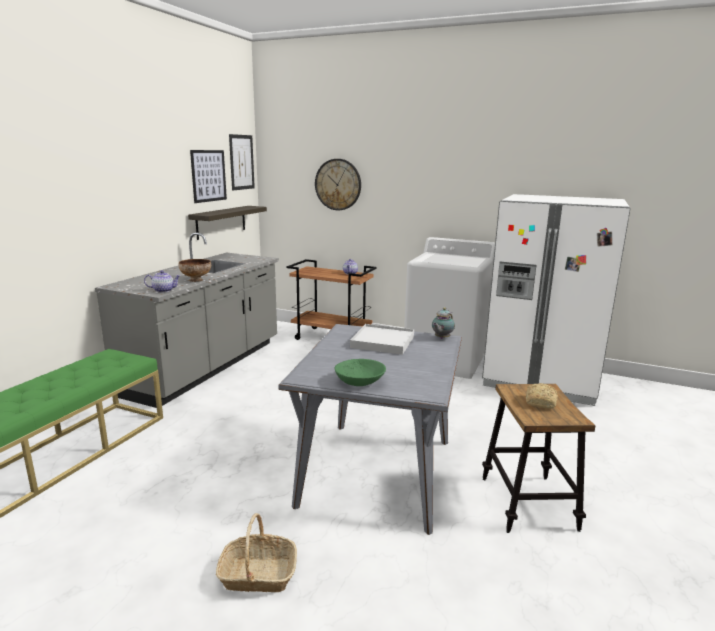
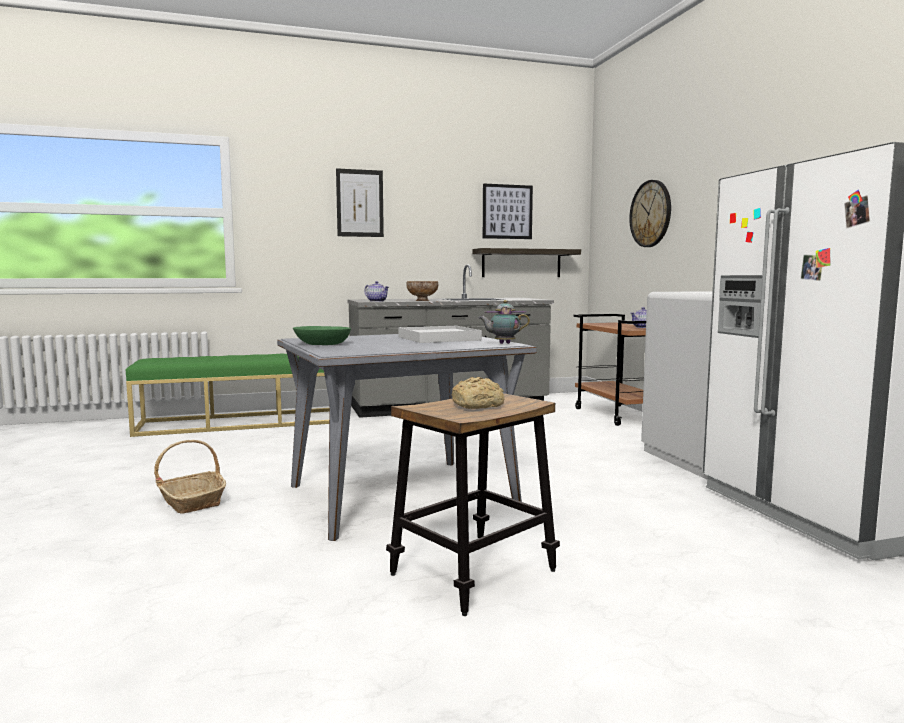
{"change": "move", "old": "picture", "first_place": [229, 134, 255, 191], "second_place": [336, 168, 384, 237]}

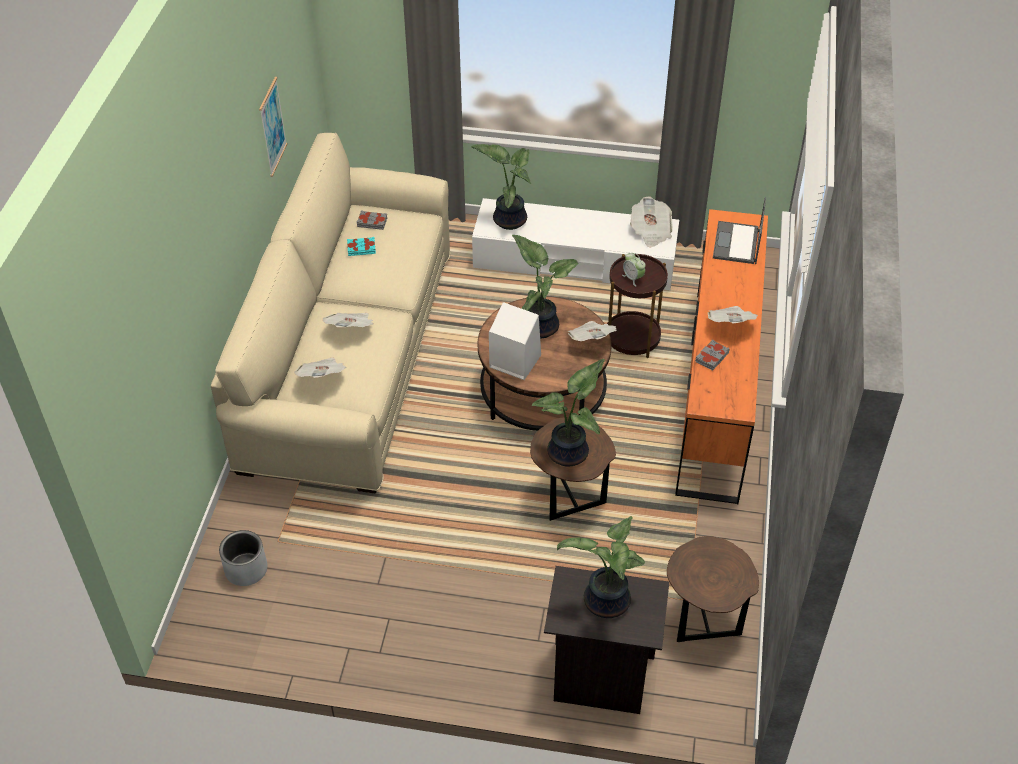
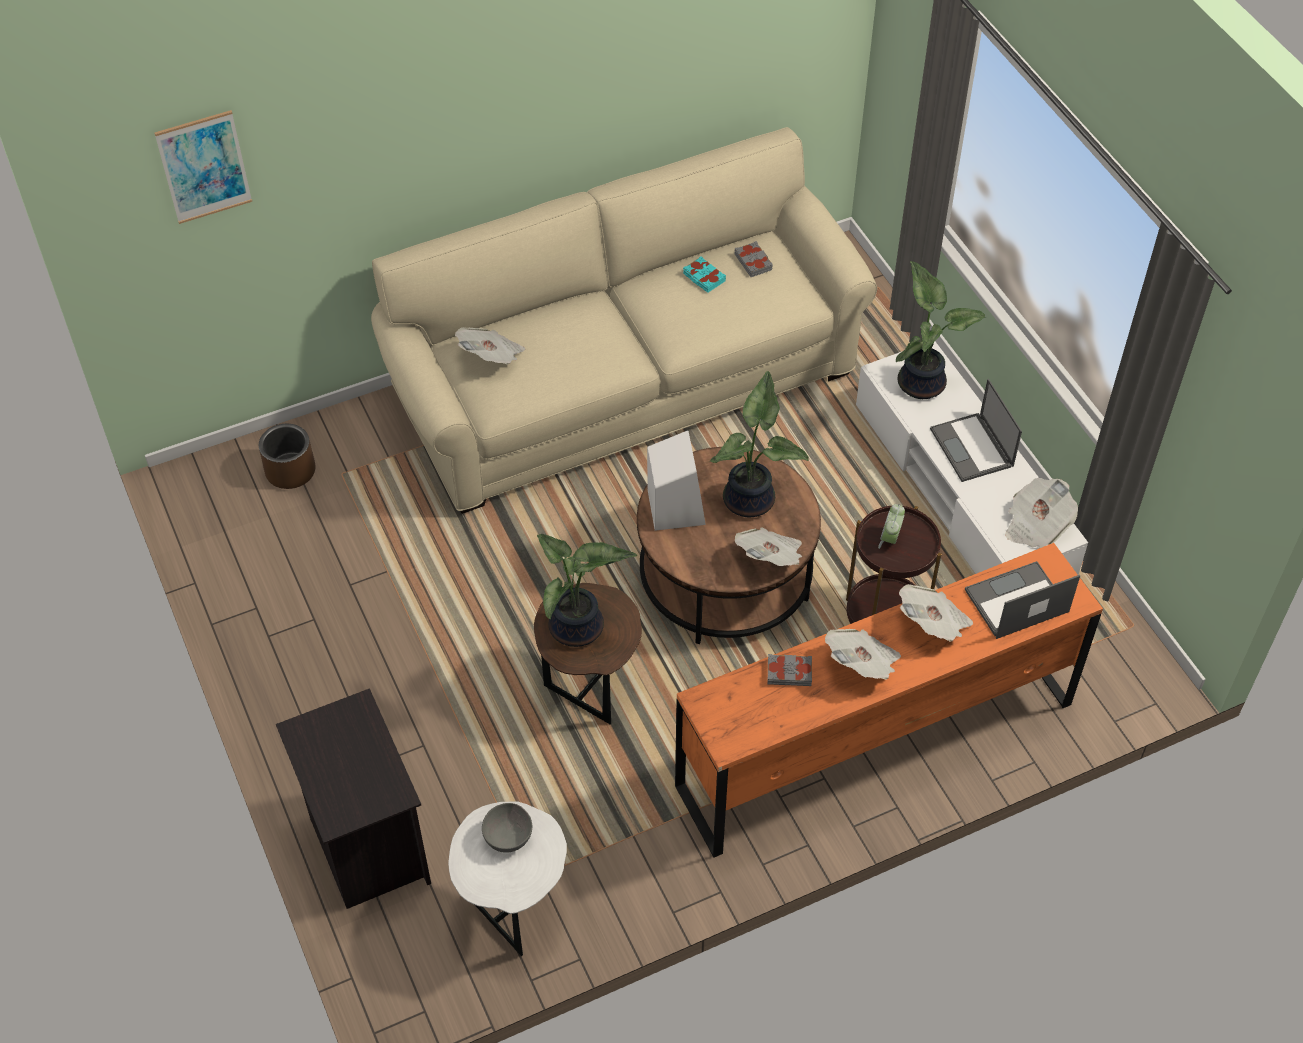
{"change": "delete", "old": "potted plant", "first_place": [557, 516, 645, 618]}
{"change": "insert", "new": "grey bowl", "second_place": [482, 803, 532, 853]}
{"change": "insert", "new": "laptop", "second_place": [930, 379, 1022, 482]}
{"change": "move", "old": "picture", "first_place": [259, 77, 287, 177], "second_place": [154, 110, 252, 224]}
{"change": "move", "old": "newspaper", "first_place": [323, 313, 373, 327], "second_place": [899, 584, 973, 641]}
{"change": "recolor", "old": "grey planter", "new": "brown planter", "first_place": [219, 530, 267, 586], "second_place": [259, 424, 315, 489]}
{"change": "recolor", "old": "brown side table", "new": "white side table", "first_place": [667, 536, 759, 642], "second_place": [448, 802, 567, 956]}

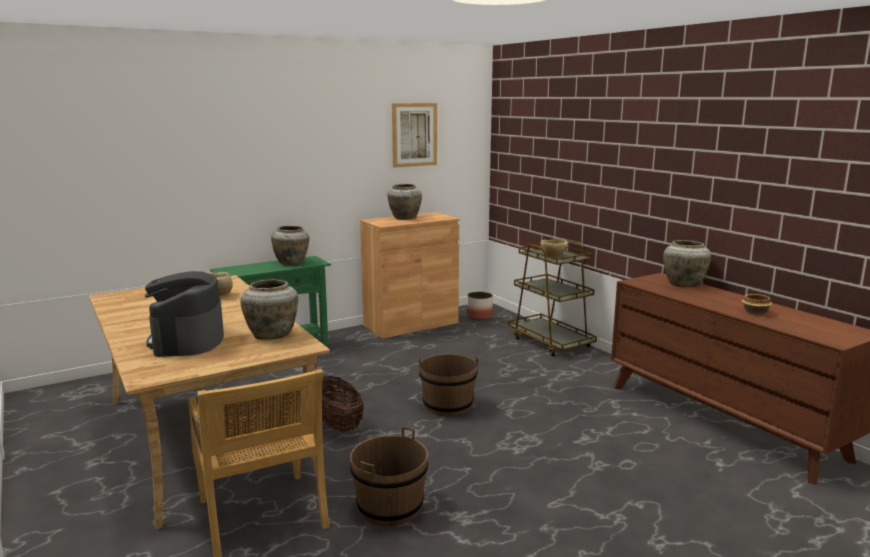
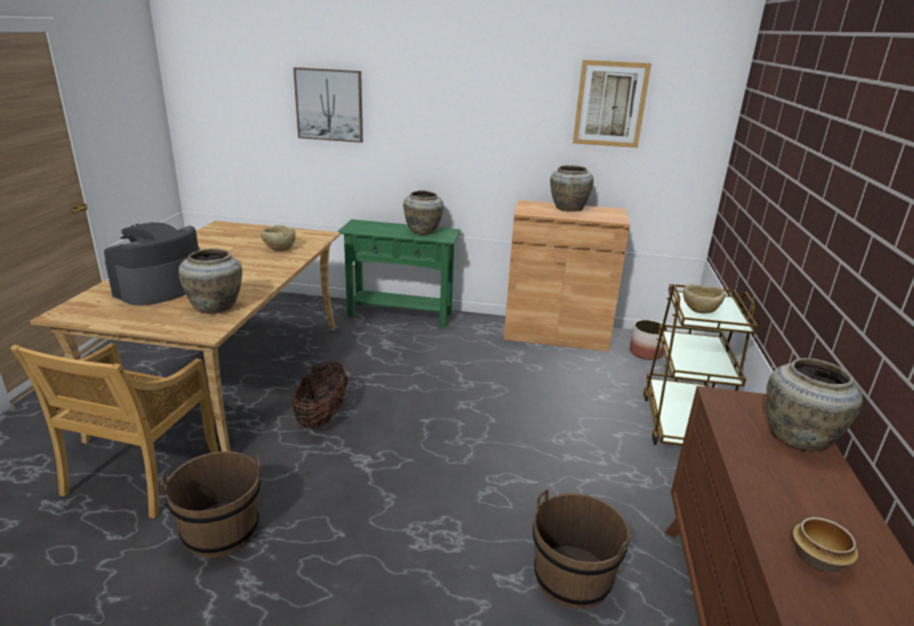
{"change": "insert", "new": "picture", "second_place": [293, 67, 363, 143]}
{"change": "move", "old": "brown bucket", "first_place": [418, 354, 479, 416], "second_place": [533, 489, 632, 609]}

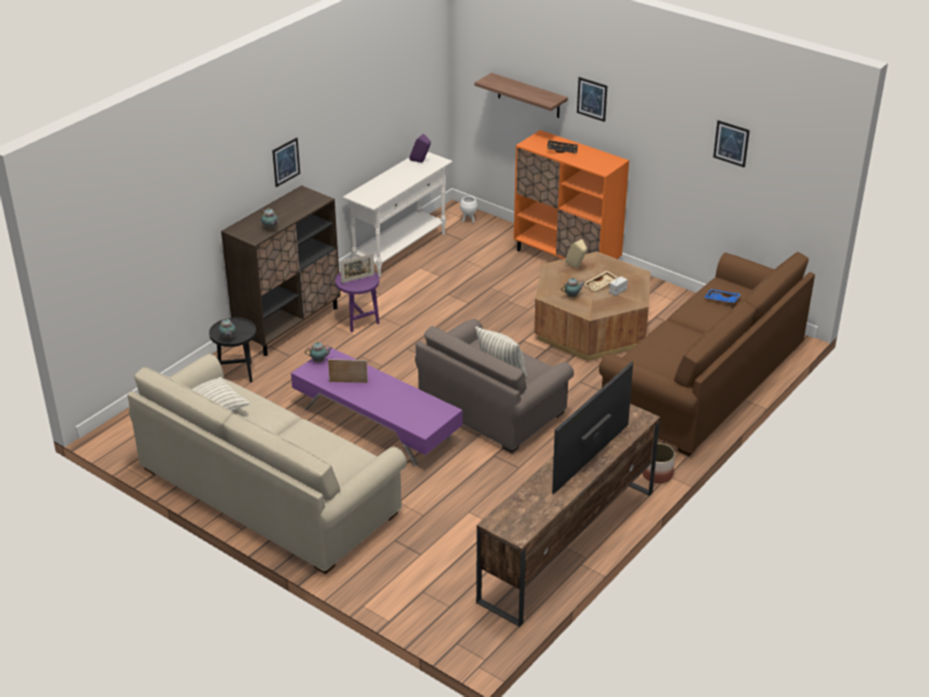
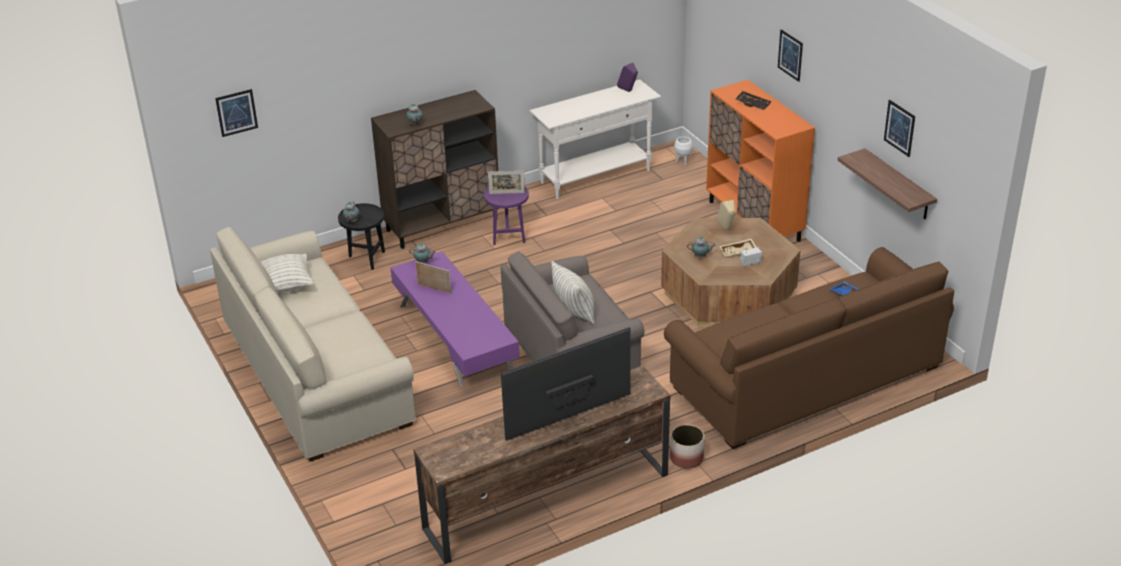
{"change": "move", "old": "picture", "first_place": [272, 137, 300, 187], "second_place": [215, 89, 258, 137]}
{"change": "move", "old": "shelf", "first_place": [474, 73, 568, 118], "second_place": [838, 148, 937, 219]}

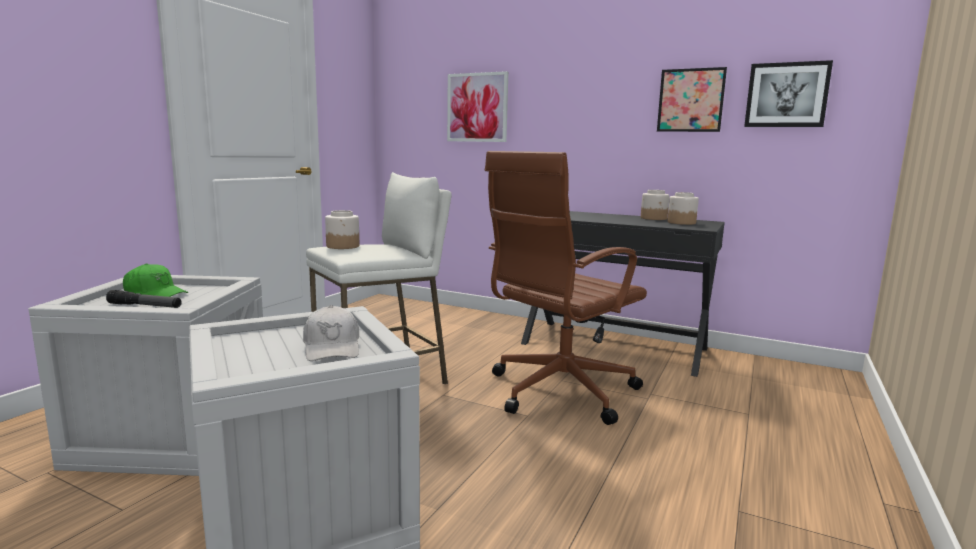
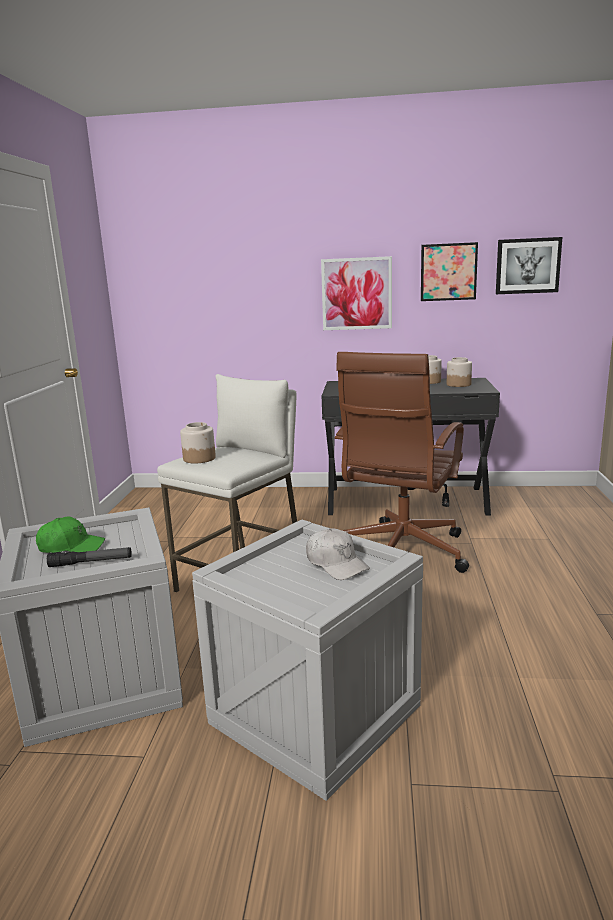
{"change": "move", "old": "picture", "first_place": [447, 71, 508, 142], "second_place": [321, 256, 392, 330]}

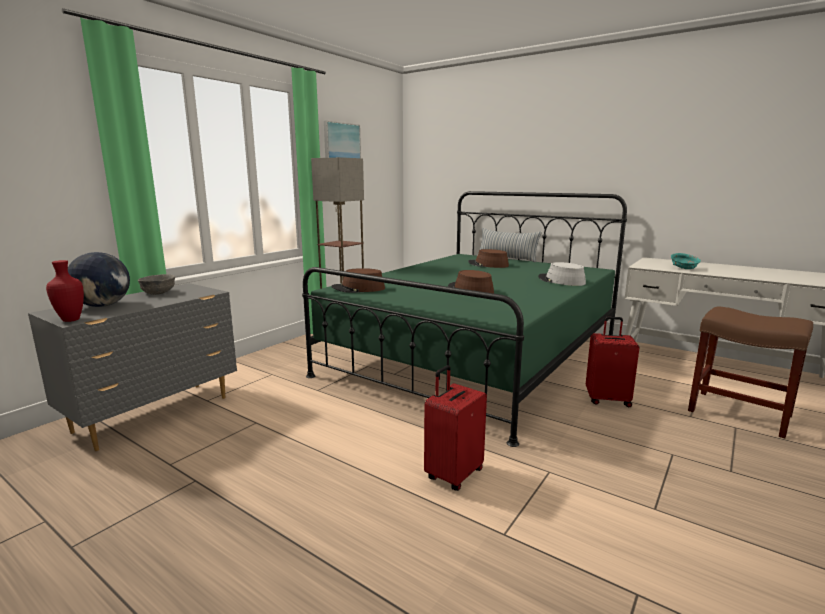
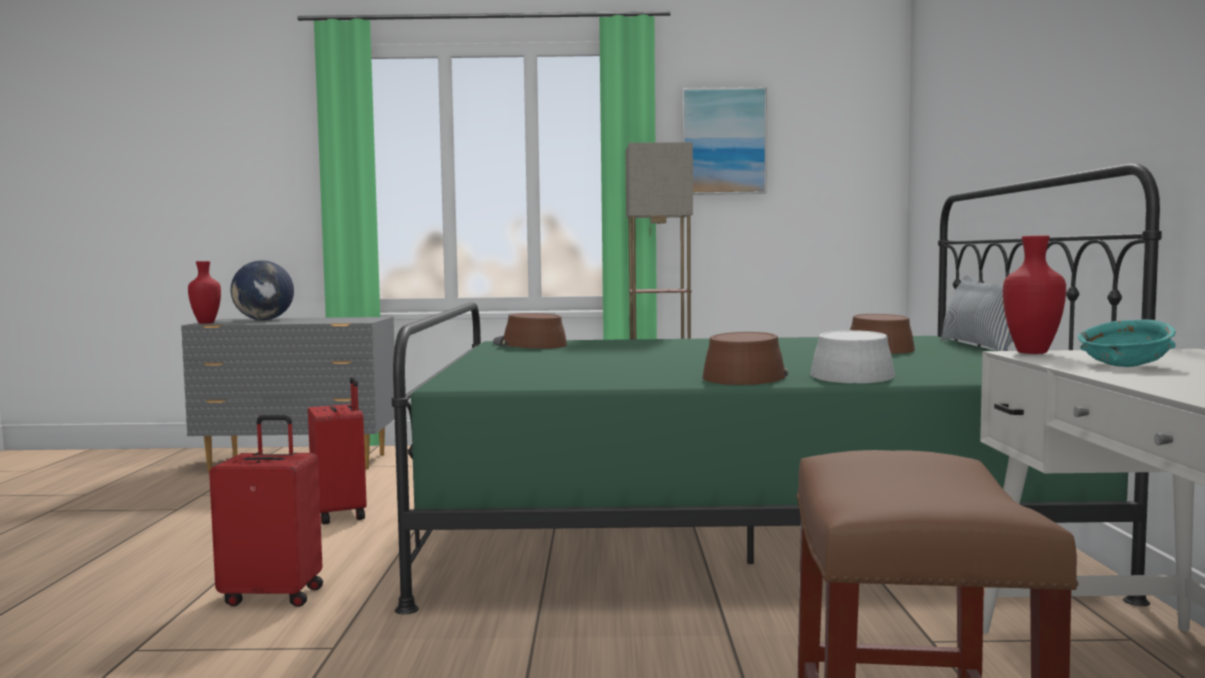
{"change": "delete", "old": "grey bowl", "first_place": [138, 274, 175, 295]}
{"change": "insert", "new": "red vase", "second_place": [1003, 235, 1066, 354]}
{"change": "move", "old": "brown hat", "first_place": [448, 270, 494, 294], "second_place": [703, 332, 788, 385]}
{"change": "move", "old": "red suitcase", "first_place": [586, 317, 639, 407], "second_place": [308, 377, 367, 524]}

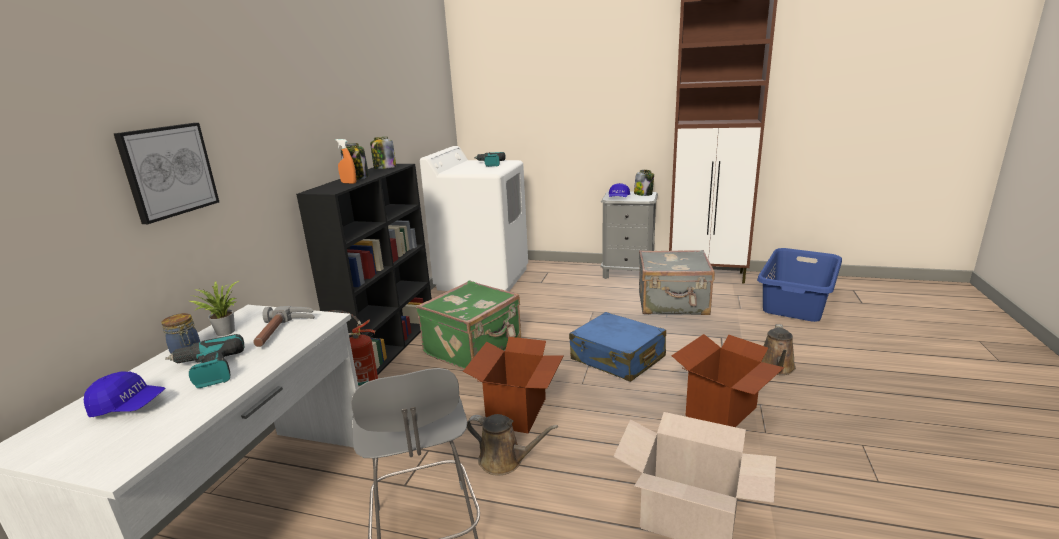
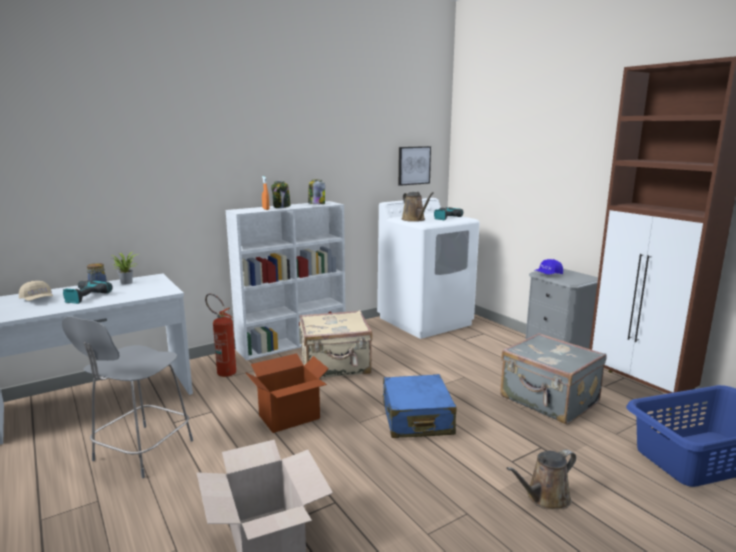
{"change": "delete", "old": "hammer", "first_place": [253, 306, 315, 347]}
{"change": "delete", "old": "jar", "first_place": [634, 170, 654, 196]}
{"change": "delete", "old": "cardboard box", "first_place": [672, 334, 784, 427]}
{"change": "move", "old": "picture", "first_place": [114, 123, 219, 224], "second_place": [398, 146, 431, 186]}
{"change": "move", "old": "brown watering can", "first_place": [467, 414, 558, 476], "second_place": [402, 192, 434, 222]}
{"change": "recolor", "old": "blue cap", "new": "beige cap", "first_place": [84, 372, 165, 417], "second_place": [19, 281, 53, 301]}
{"change": "recolor", "old": "black bookcase", "new": "white bookcase", "first_place": [296, 164, 432, 375], "second_place": [226, 201, 345, 361]}
{"change": "recolor", "old": "green suitcase", "new": "beige suitcase", "first_place": [416, 280, 521, 369], "second_place": [299, 310, 372, 378]}

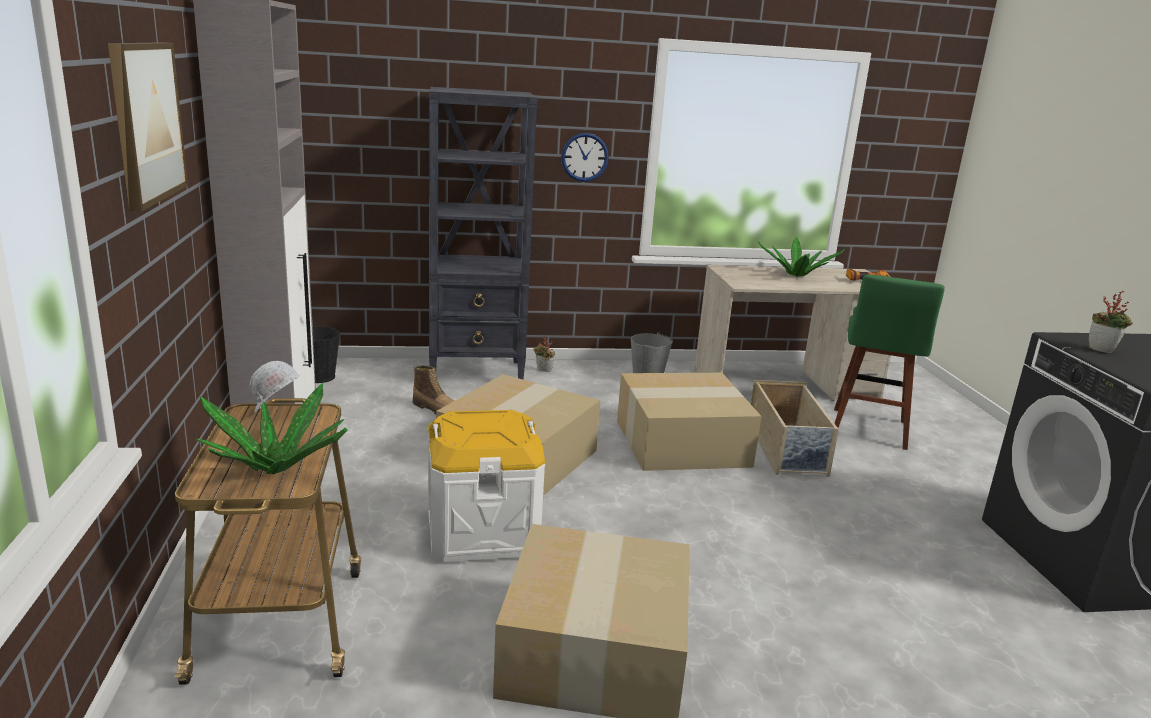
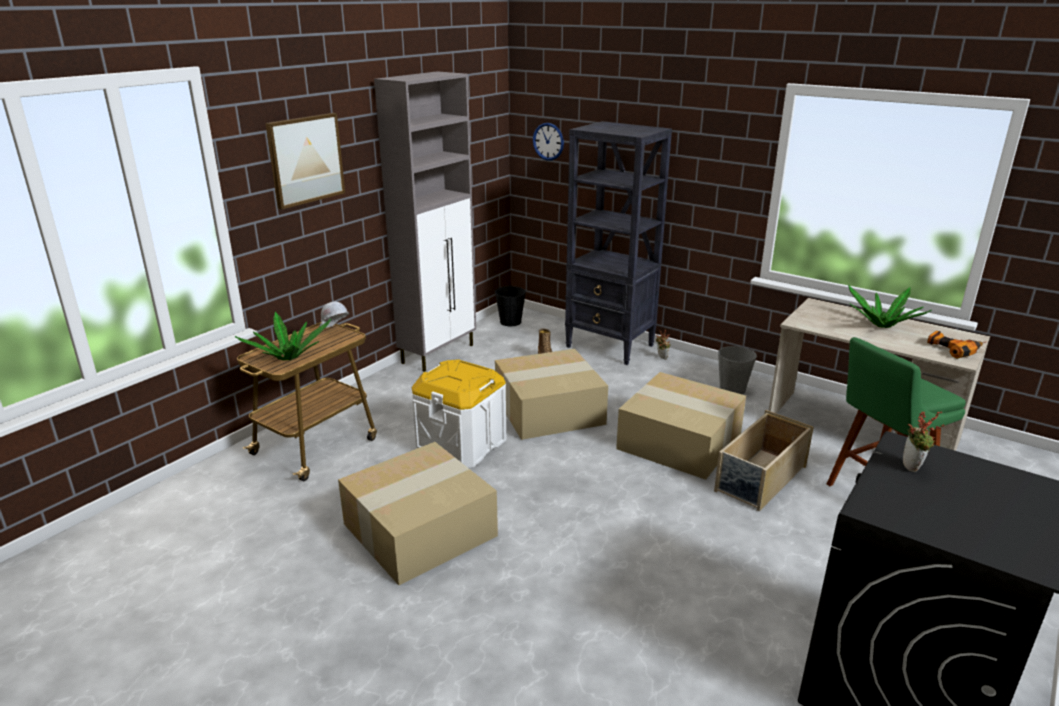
{"change": "move", "old": "wall clock", "first_place": [561, 133, 609, 182], "second_place": [533, 123, 564, 161]}

